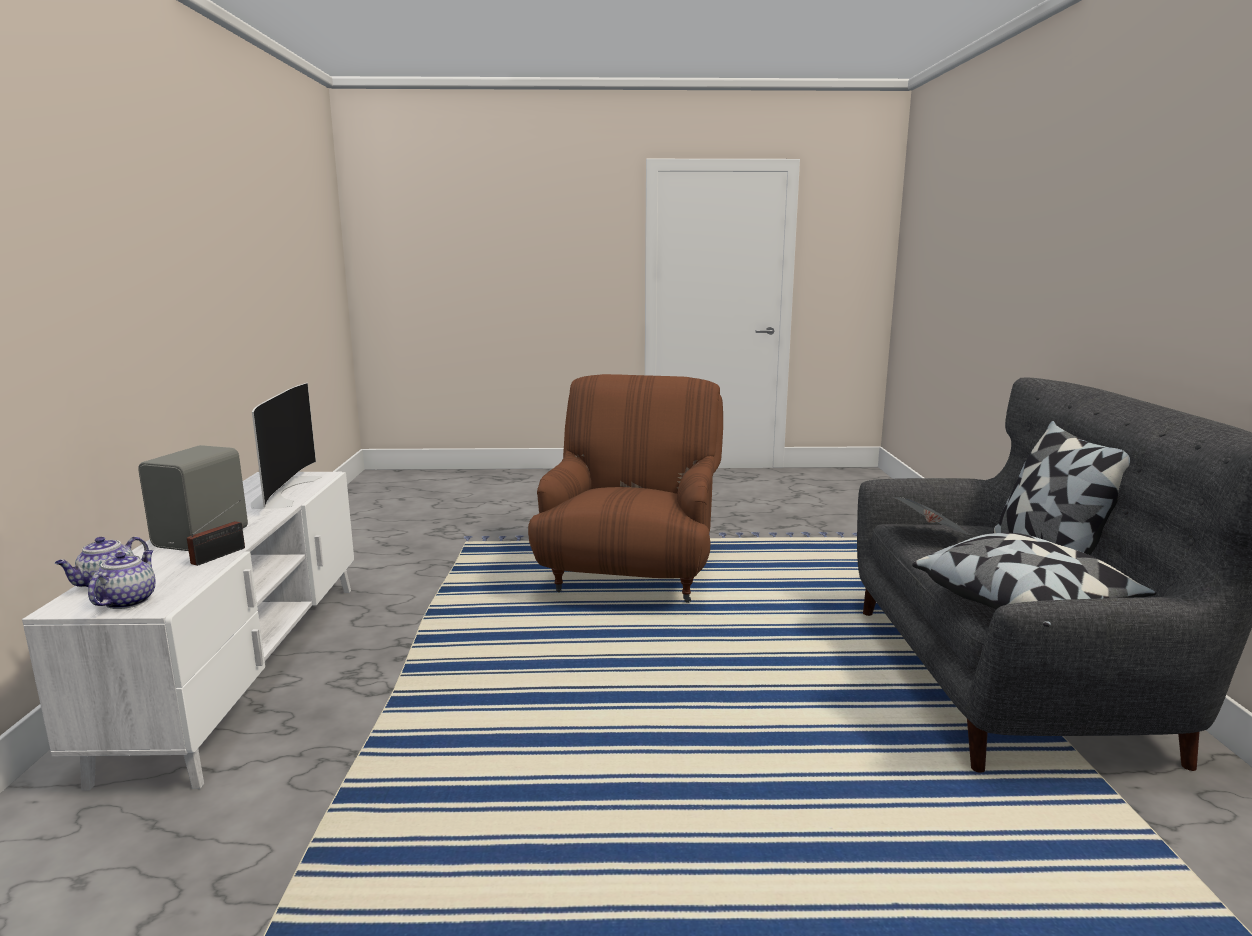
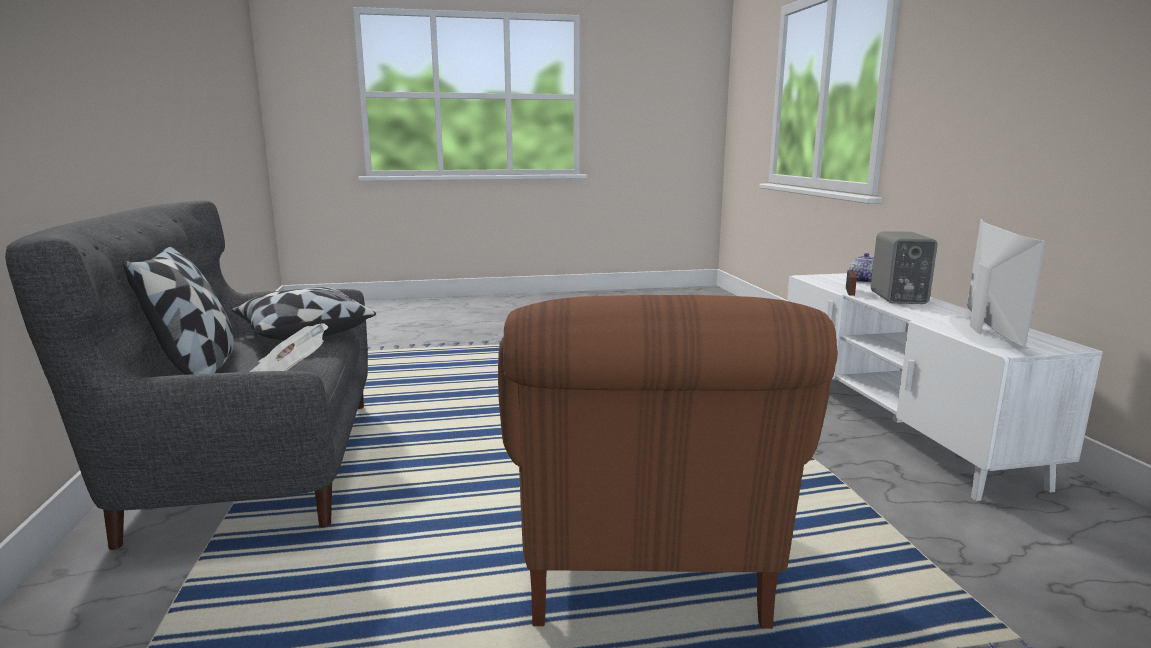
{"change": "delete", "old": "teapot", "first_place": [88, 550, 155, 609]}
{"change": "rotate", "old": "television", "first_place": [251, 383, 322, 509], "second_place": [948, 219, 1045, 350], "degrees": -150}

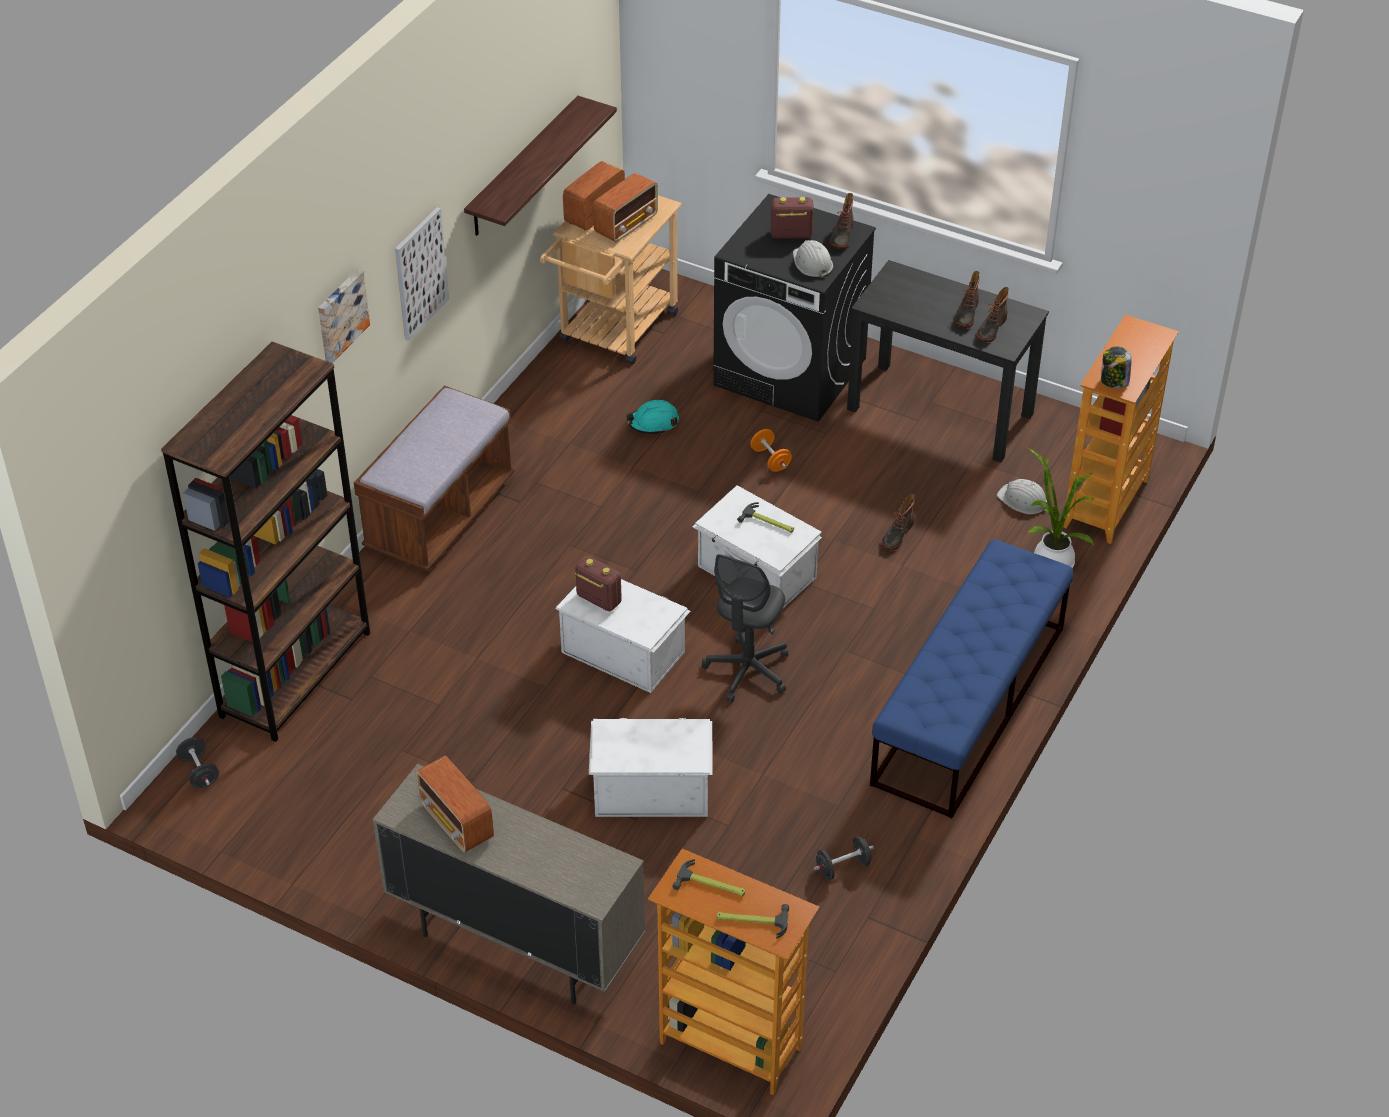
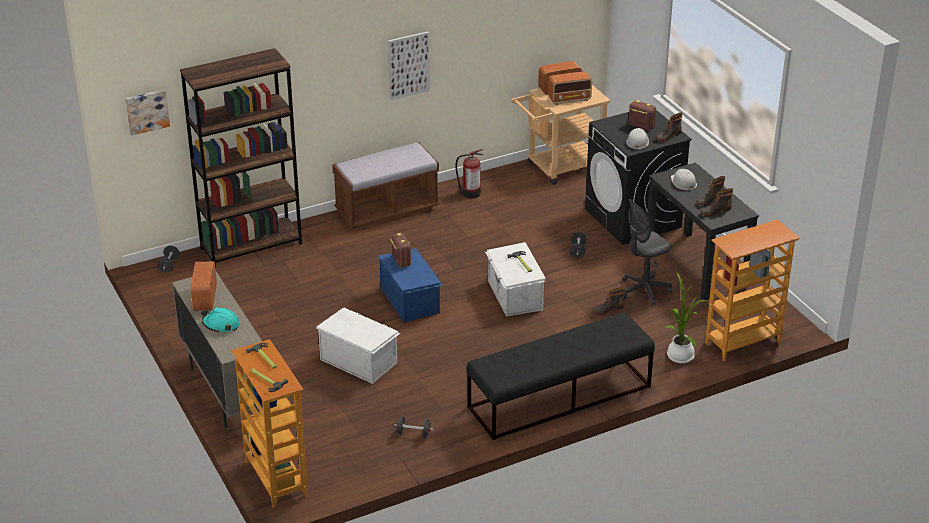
{"change": "delete", "old": "shelf", "first_place": [464, 96, 617, 236]}
{"change": "delete", "old": "jar", "first_place": [1101, 347, 1132, 388]}
{"change": "insert", "new": "fire extinguisher", "second_place": [456, 149, 483, 199]}
{"change": "move", "old": "picture", "first_place": [318, 269, 370, 363], "second_place": [125, 89, 170, 135]}
{"change": "move", "old": "turquoise hard hat", "first_place": [626, 400, 679, 434], "second_place": [201, 307, 240, 333]}
{"change": "move", "old": "grey office chair", "first_place": [702, 554, 788, 702], "second_place": [622, 199, 672, 306]}
{"change": "move", "old": "white hard hat", "first_place": [997, 479, 1048, 514], "second_place": [671, 169, 697, 191]}
{"change": "recolor", "old": "white storage box", "new": "blue storage box", "first_place": [555, 579, 691, 693], "second_place": [378, 248, 443, 323]}
{"change": "recolor", "old": "orange dumbbell", "new": "black dumbbell", "first_place": [751, 429, 792, 472], "second_place": [570, 232, 587, 258]}
{"change": "recolor", "old": "blue bench", "new": "black bench", "first_place": [870, 539, 1074, 818], "second_place": [467, 312, 655, 440]}

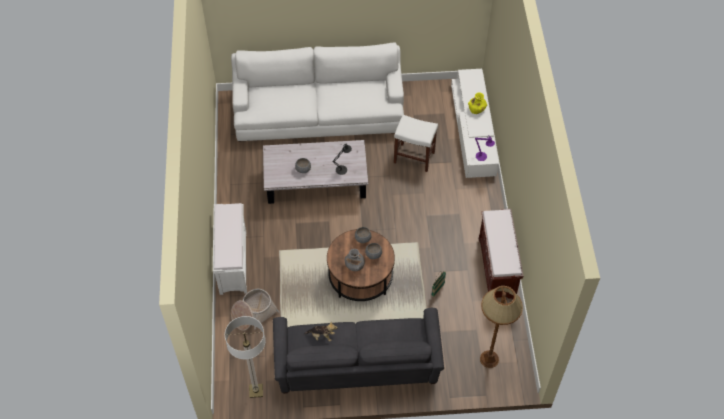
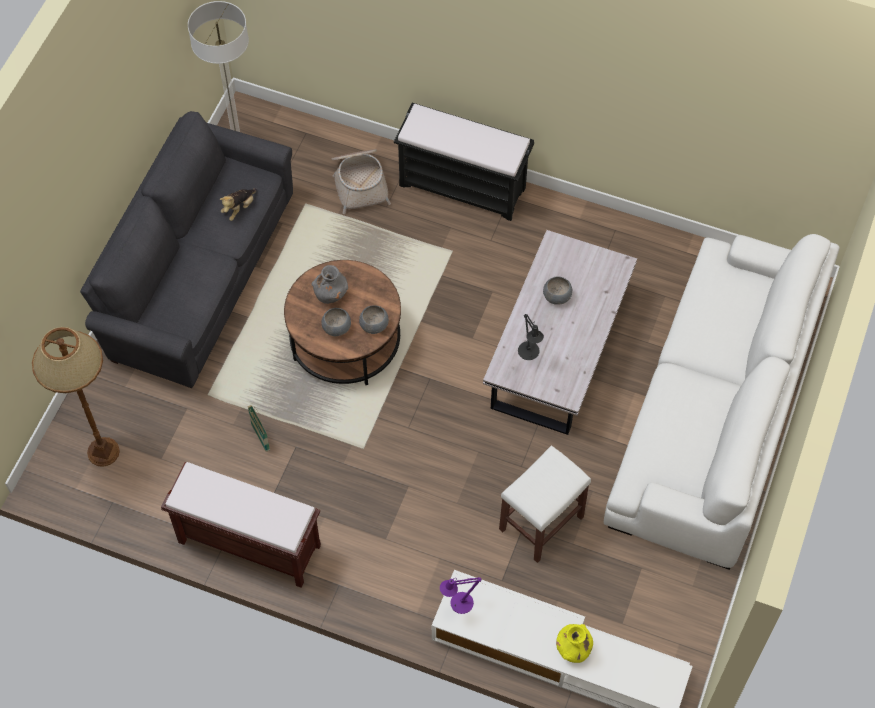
{"change": "recolor", "old": "white bench", "new": "black bench", "first_place": [213, 203, 247, 295], "second_place": [394, 103, 534, 221]}

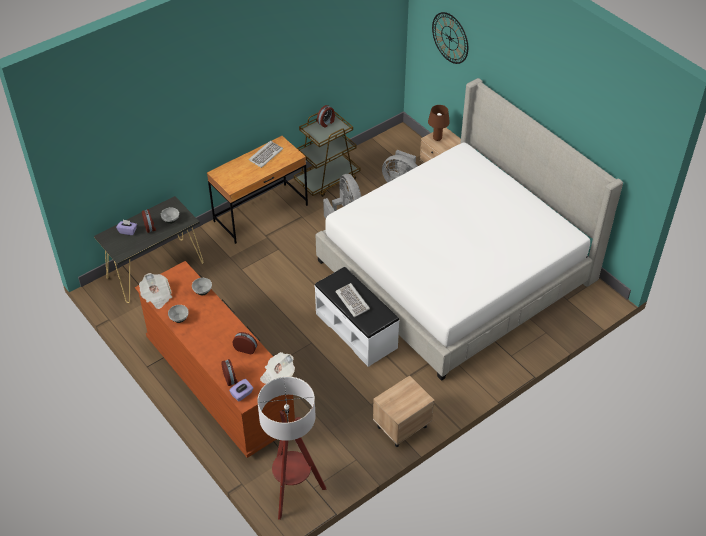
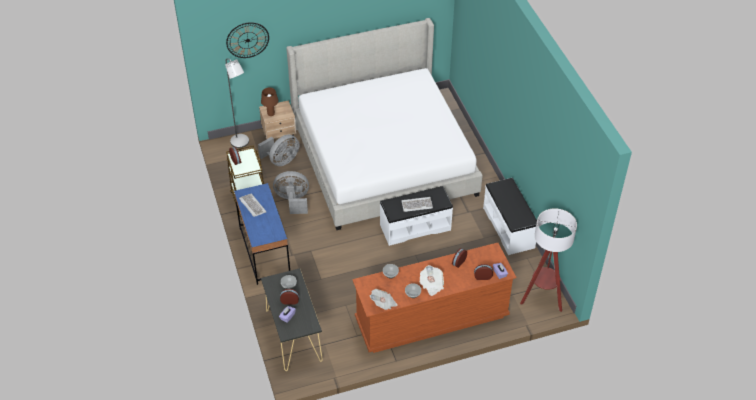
{"change": "insert", "new": "grey floor lamp", "second_place": [225, 59, 249, 148]}
{"change": "move", "old": "newspaper", "first_place": [260, 352, 295, 384], "second_place": [420, 265, 444, 296]}
{"change": "replace", "old": "beige nightstand", "new": "white bench", "first_place": [373, 375, 435, 447], "second_place": [483, 178, 537, 255]}
{"change": "recolor", "old": "brown desk", "new": "blue desk", "first_place": [207, 136, 308, 244], "second_place": [234, 183, 290, 285]}

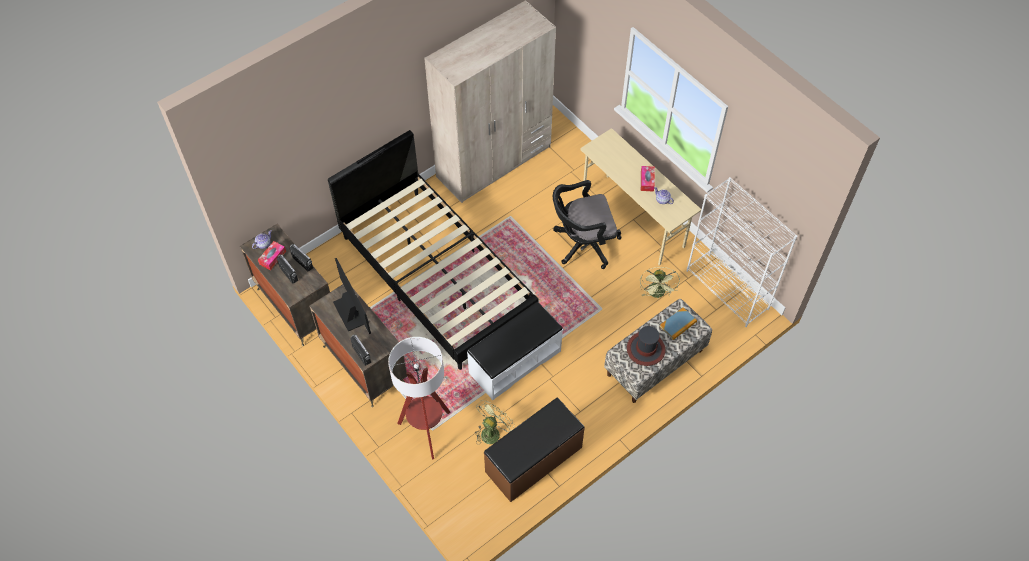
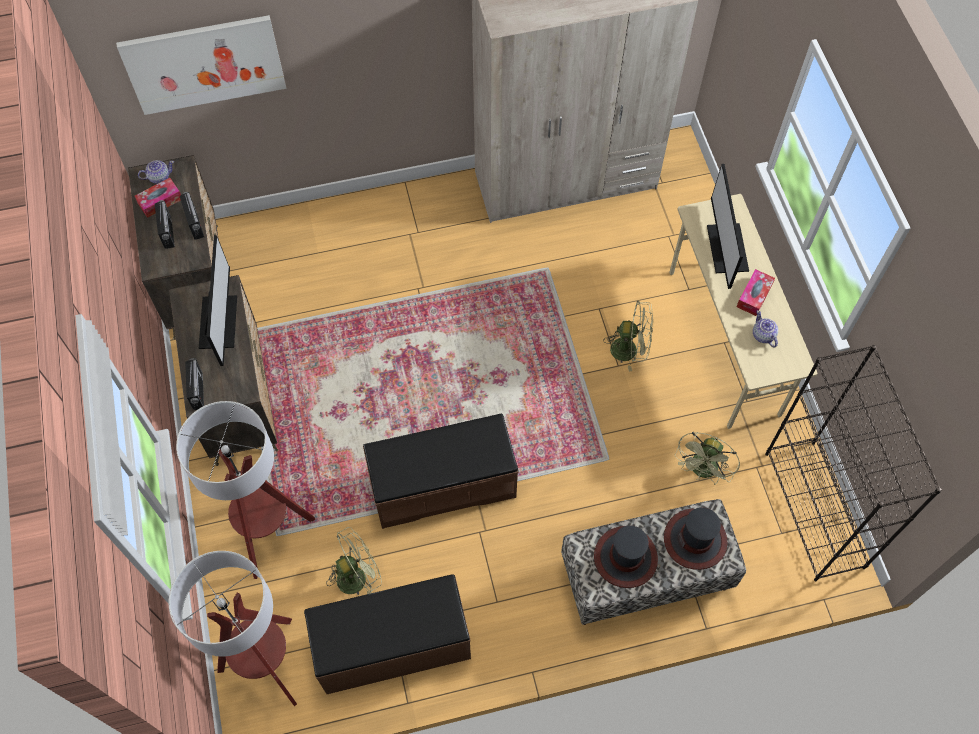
{"change": "delete", "old": "black bed", "first_place": [328, 130, 539, 370]}
{"change": "insert", "new": "picture", "second_place": [116, 15, 287, 115]}
{"change": "insert", "new": "floor lamp", "second_place": [169, 551, 297, 706]}
{"change": "insert", "new": "monitor", "second_place": [707, 164, 749, 289]}
{"change": "replace", "old": "black office chair", "new": "green fan", "first_place": [553, 180, 622, 269], "second_place": [603, 301, 653, 372]}
{"change": "replace", "old": "book", "new": "hat", "first_place": [660, 307, 697, 340], "second_place": [664, 507, 727, 570]}
{"change": "recolor", "old": "white bench", "new": "brown bench", "first_place": [467, 302, 563, 400], "second_place": [363, 414, 518, 529]}
{"change": "recolor", "old": "white bookcase", "new": "black bookcase", "first_place": [687, 177, 797, 327], "second_place": [765, 345, 942, 581]}

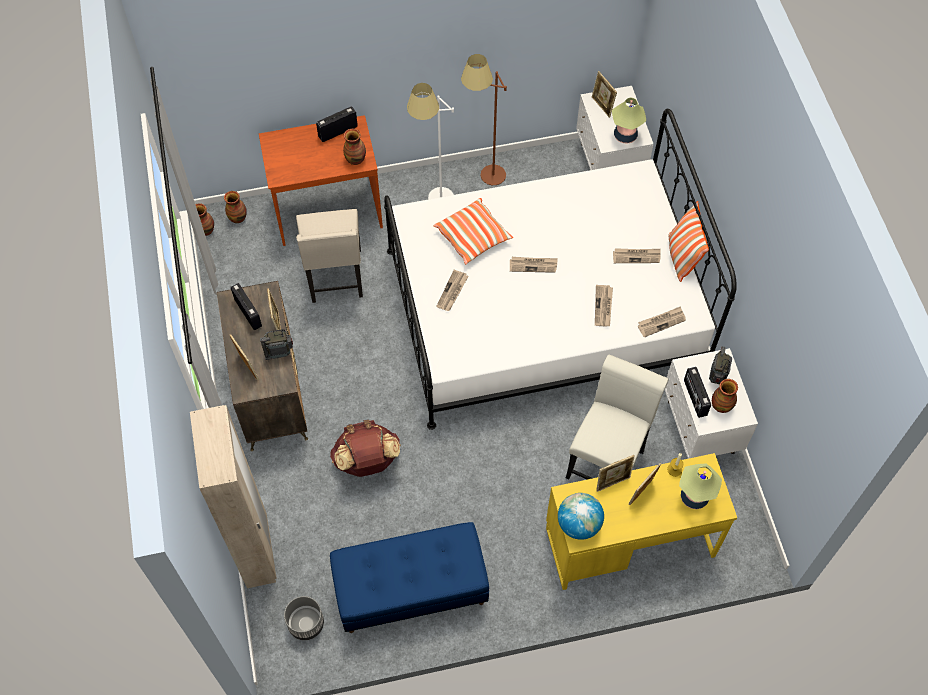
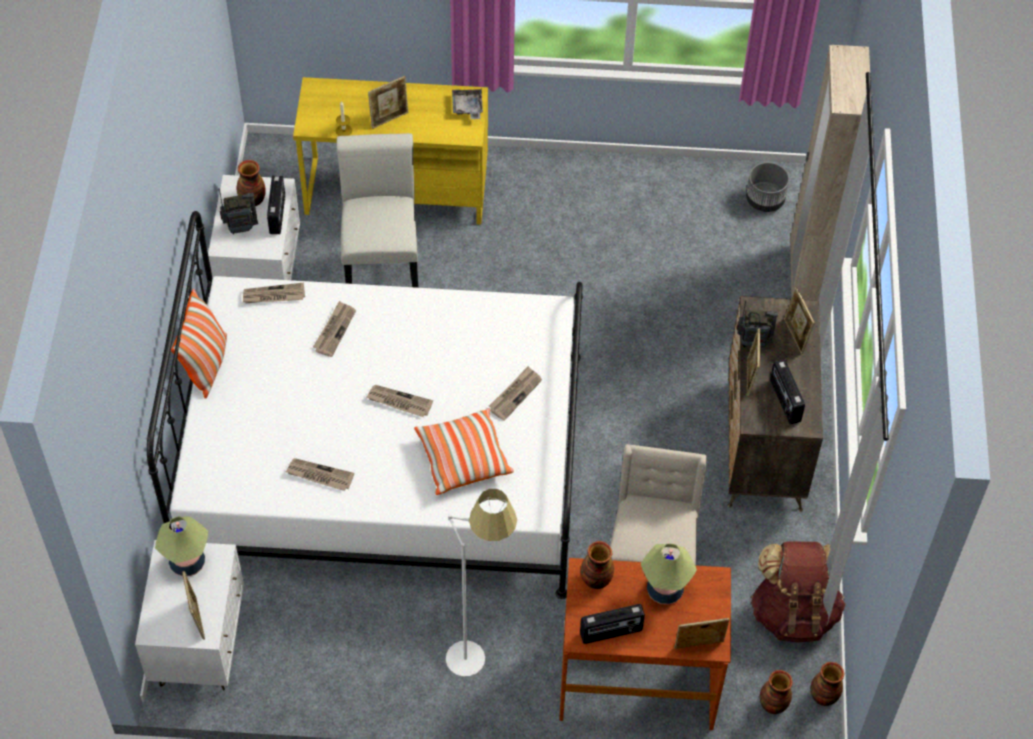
{"change": "delete", "old": "blue bench", "first_place": [330, 522, 489, 633]}
{"change": "delete", "old": "brown floor lamp", "first_place": [461, 54, 507, 185]}
{"change": "move", "old": "brown backpack", "first_place": [330, 420, 401, 477], "second_place": [751, 541, 846, 642]}
{"change": "move", "old": "picture frame", "first_place": [596, 455, 635, 492], "second_place": [674, 618, 729, 649]}
{"change": "move", "old": "newspaper", "first_place": [613, 248, 661, 263], "second_place": [286, 458, 354, 491]}
{"change": "move", "old": "table lamp", "first_place": [679, 464, 722, 509], "second_place": [641, 544, 697, 605]}
{"change": "replace", "old": "globe", "new": "grey tray", "first_place": [558, 493, 604, 540], "second_place": [452, 88, 483, 119]}
{"change": "rotate", "old": "white chair", "first_place": [566, 354, 668, 480], "second_place": [337, 133, 419, 288], "degrees": 135}
{"change": "rotate", "old": "radio", "first_place": [709, 346, 732, 384], "second_place": [219, 188, 258, 234], "degrees": -135}

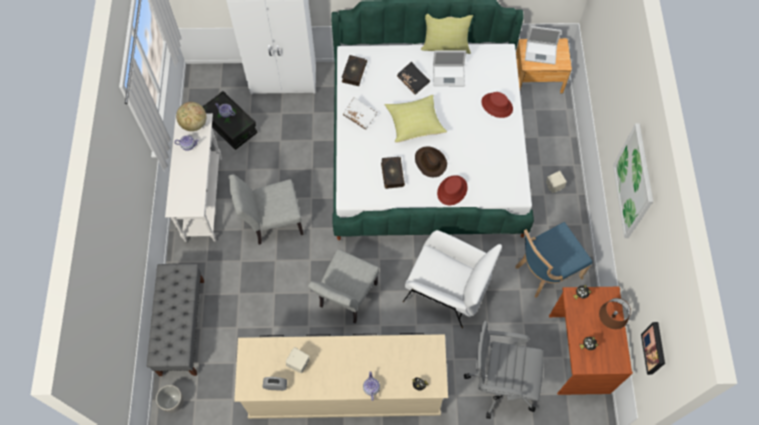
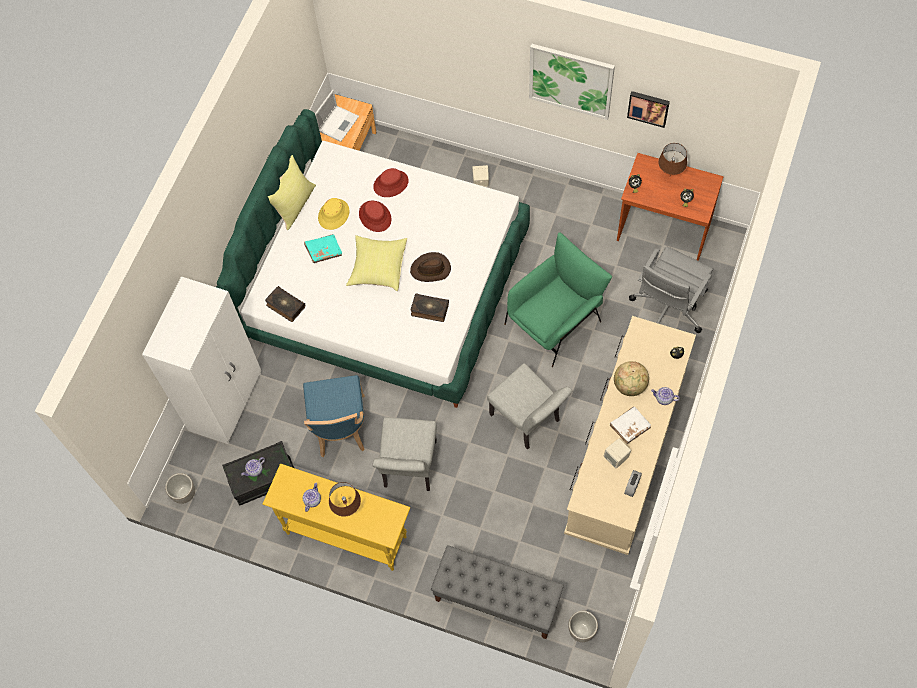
{"change": "insert", "new": "planter", "second_place": [165, 473, 195, 504]}
{"change": "insert", "new": "brown table lamp", "second_place": [329, 482, 361, 517]}
{"change": "move", "old": "globe", "first_place": [176, 102, 206, 131], "second_place": [614, 361, 649, 396]}
{"change": "move", "old": "white book", "first_place": [343, 97, 377, 129], "second_place": [610, 406, 651, 444]}
{"change": "move", "old": "red hat", "first_place": [437, 175, 468, 205], "second_place": [359, 201, 391, 232]}
{"change": "move", "old": "blue chair", "first_place": [515, 222, 592, 298], "second_place": [303, 375, 365, 457]}
{"change": "move", "old": "picture", "first_place": [641, 322, 665, 375], "second_place": [627, 91, 670, 128]}
{"change": "replace", "old": "laptop", "new": "yellow hat", "first_place": [433, 51, 466, 86], "second_place": [318, 198, 349, 230]}
{"change": "recolor", "old": "white console table", "new": "yellow console table", "first_place": [165, 113, 222, 242], "second_place": [263, 463, 411, 571]}
{"change": "recolor", "old": "black book", "new": "turquoise book", "first_place": [397, 62, 430, 95], "second_place": [304, 234, 342, 263]}
{"change": "recolor", "old": "white armchair", "new": "green armchair", "first_place": [403, 230, 502, 328], "second_place": [504, 232, 612, 367]}

